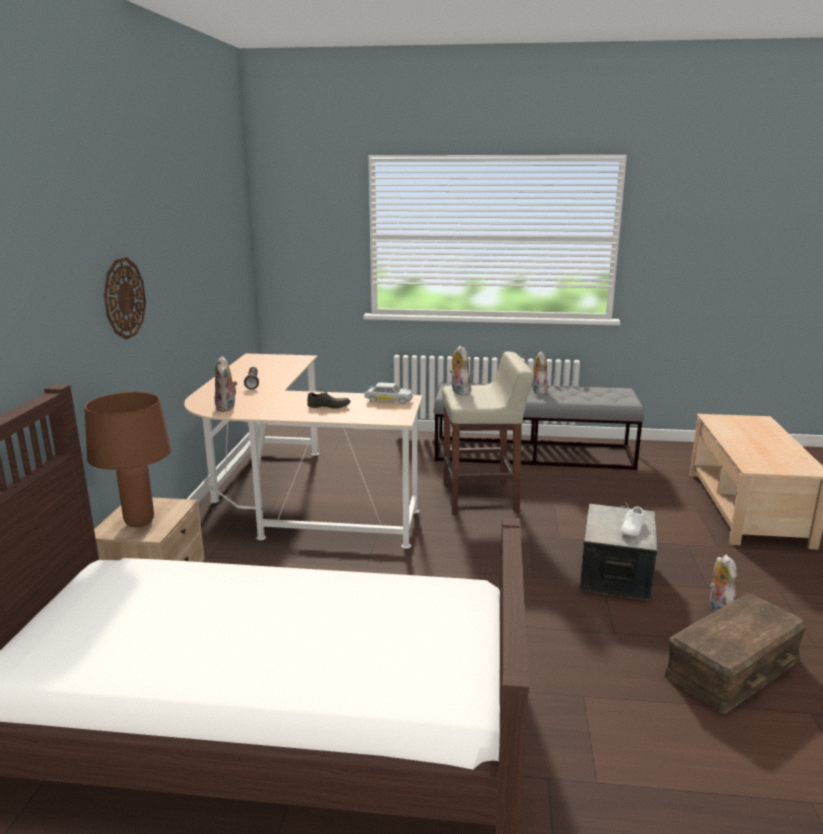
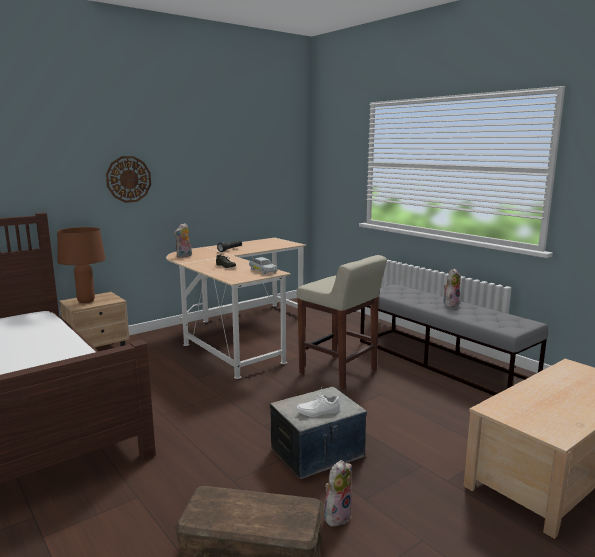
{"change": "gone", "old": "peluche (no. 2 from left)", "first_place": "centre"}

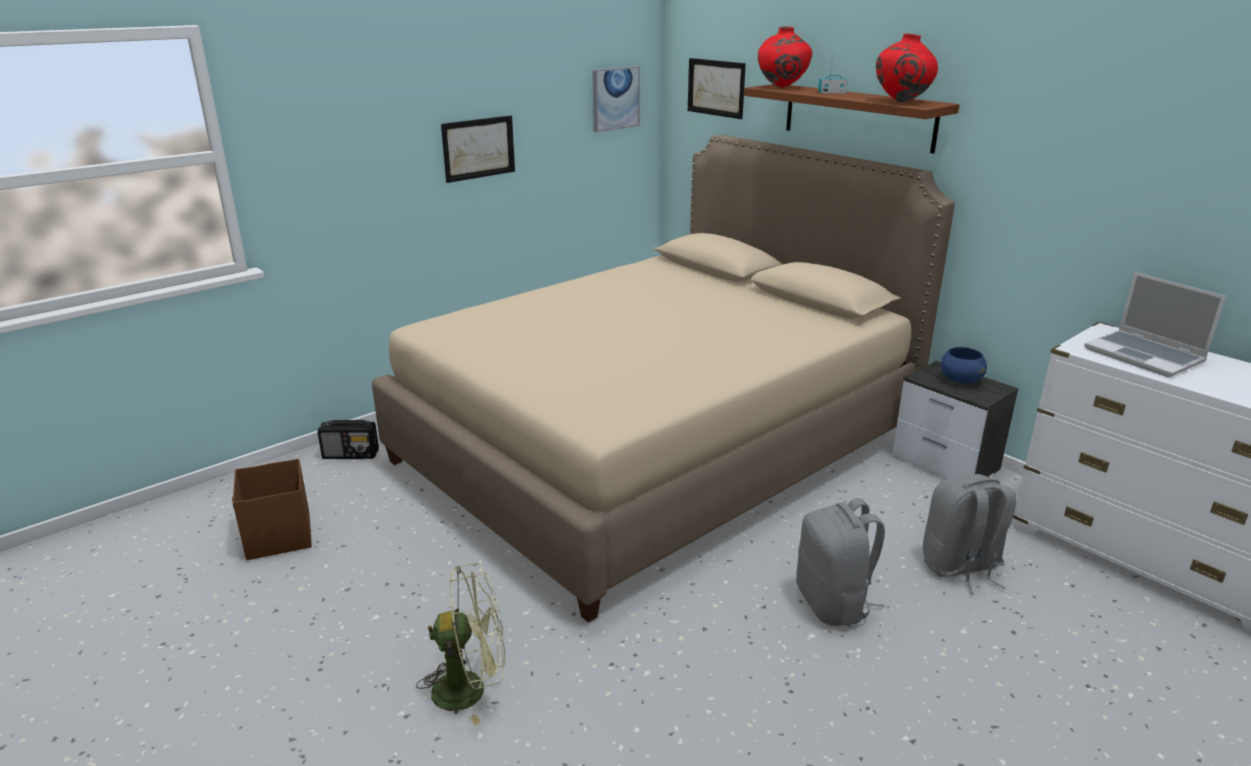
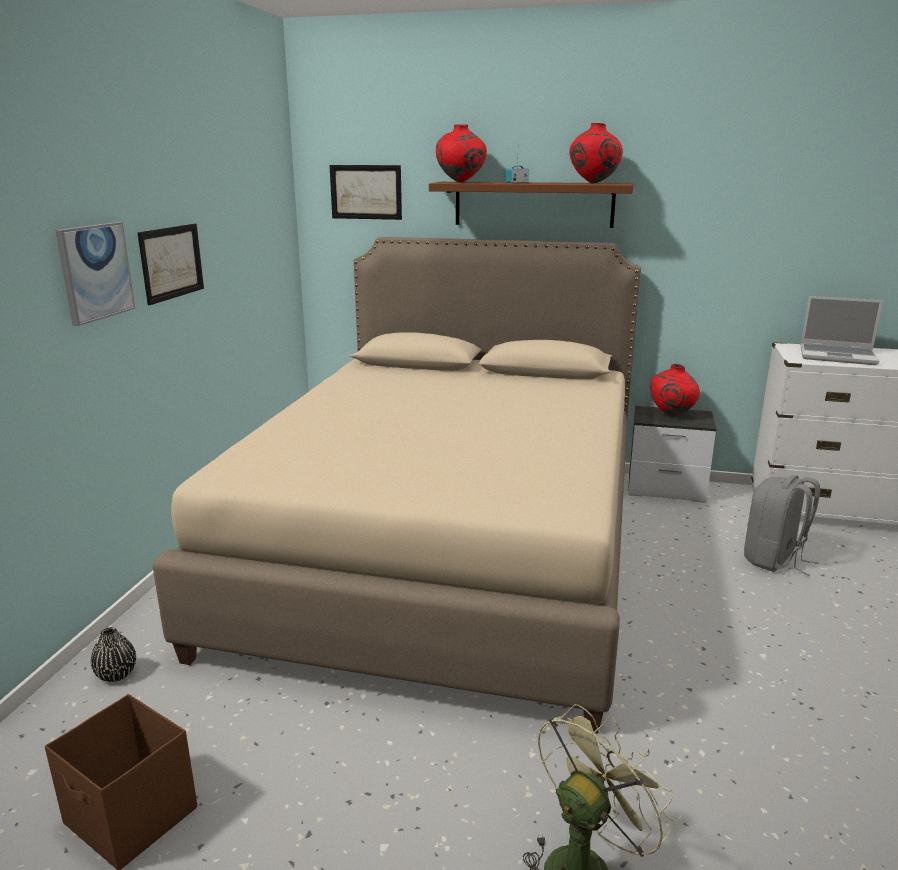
{"change": "shifted", "old": "tableau (no. 2 from left in the first image)", "new": "tableau (no. 1 from left)", "first_place": "top centre", "second_place": "top left"}
{"change": "swapped", "old": "bol (bleu)", "new": "vase (rouge) (no. 3 from left)", "first_place": "middle right", "second_place": "middle right"}
{"change": "swapped", "old": "radio (no. 1 from left)", "new": "vase (noir)", "first_place": "middle left", "second_place": "bottom left"}
{"change": "gone", "old": "sac à dos (gris) (no. 1 from left)", "first_place": "bottom right"}

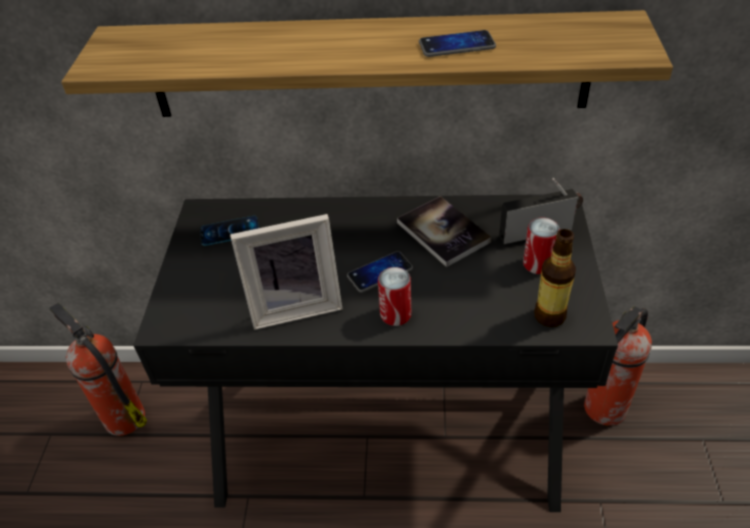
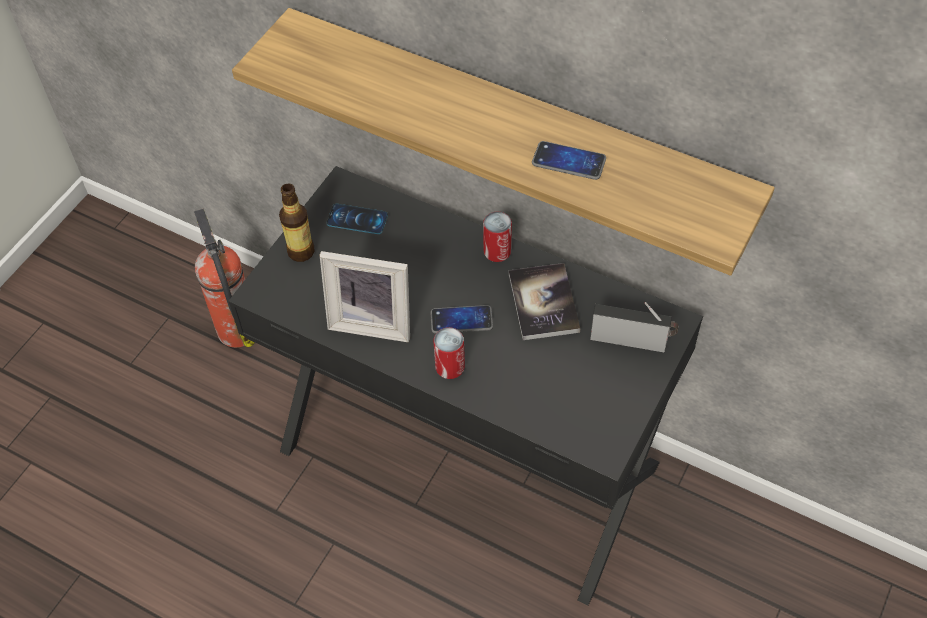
{"change": "shifted", "old": "boîte métallique (no. 2 from left)", "first_place": "middle right", "second_place": "centre"}
{"change": "shifted", "old": "bouteille", "first_place": "middle right", "second_place": "middle left"}
{"change": "gone", "old": "extincteur (no. 2 from left)", "first_place": "bottom right"}

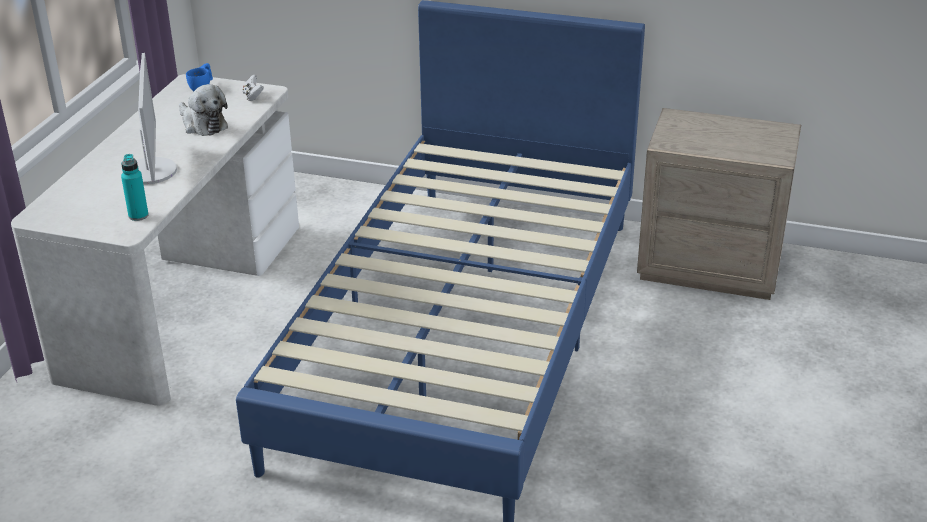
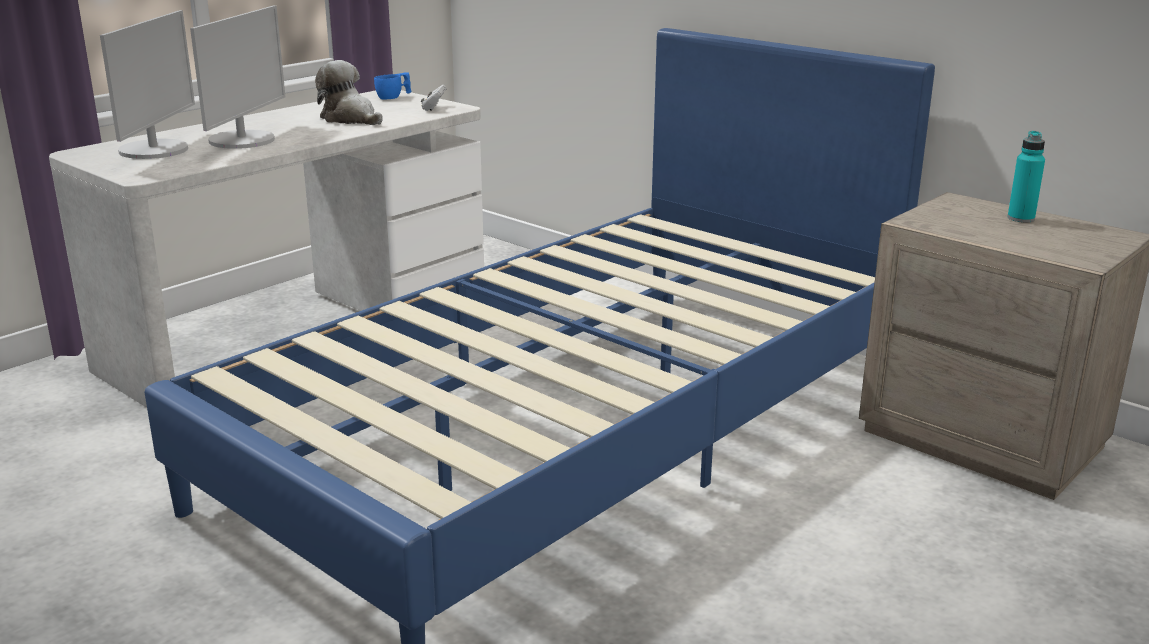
{"change": "rotated", "old": "peluche", "first_place": "top left", "second_place": "top left", "degrees": 150}
{"change": "shifted", "old": "bouteille (turquoise)", "first_place": "middle left", "second_place": "top right"}
{"change": "new", "new": "écran d'ordinateur (no. 1 from left)", "second_place": "top left"}

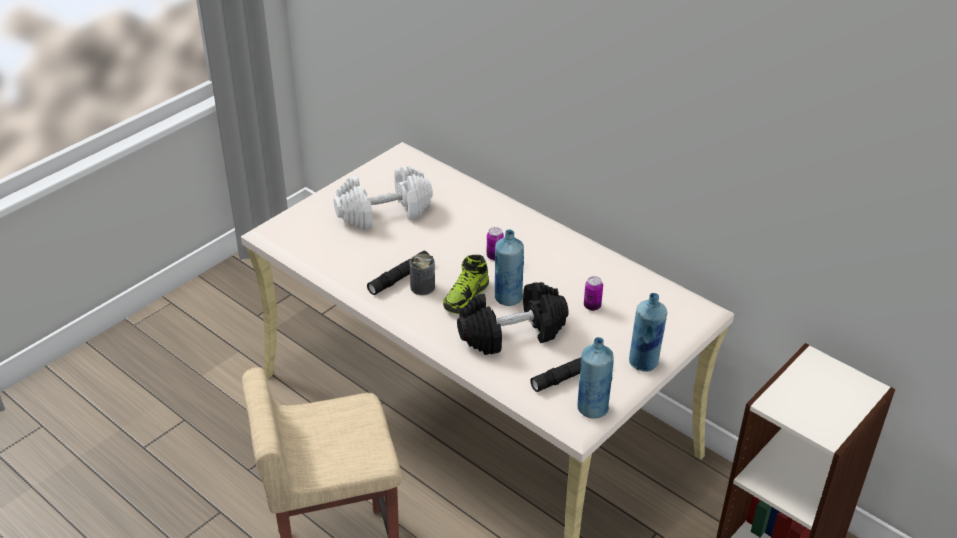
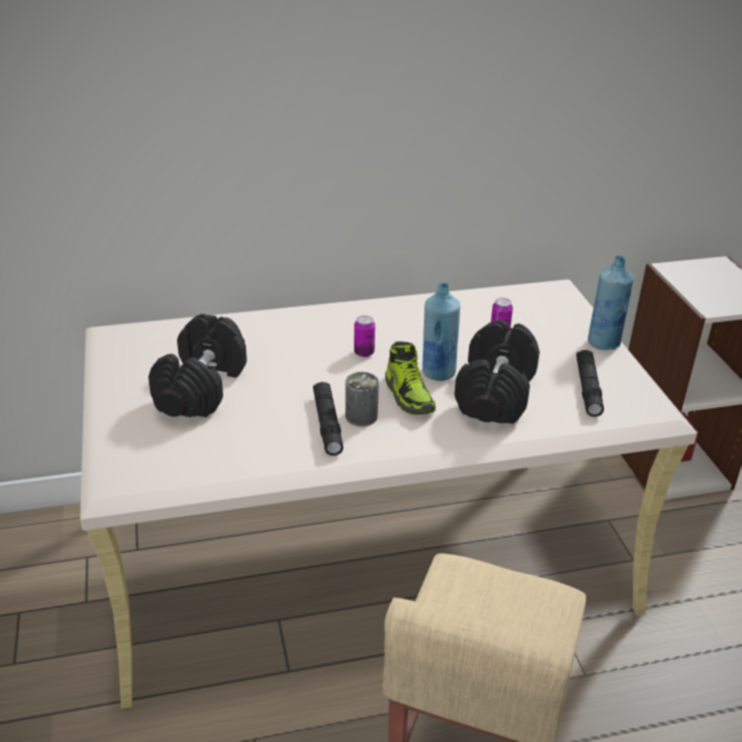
{"change": "repainted", "old": "haltère (blanc)", "new": "haltère (noir) (no. 1 from left)", "first_place": "centre", "second_place": "middle left"}
{"change": "gone", "old": "bouteille (bleu) (no. 2 from left)", "first_place": "bottom centre"}

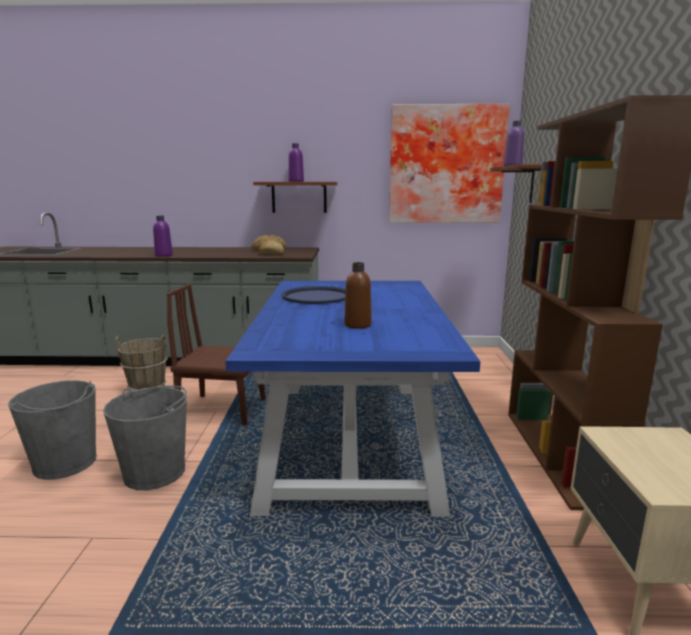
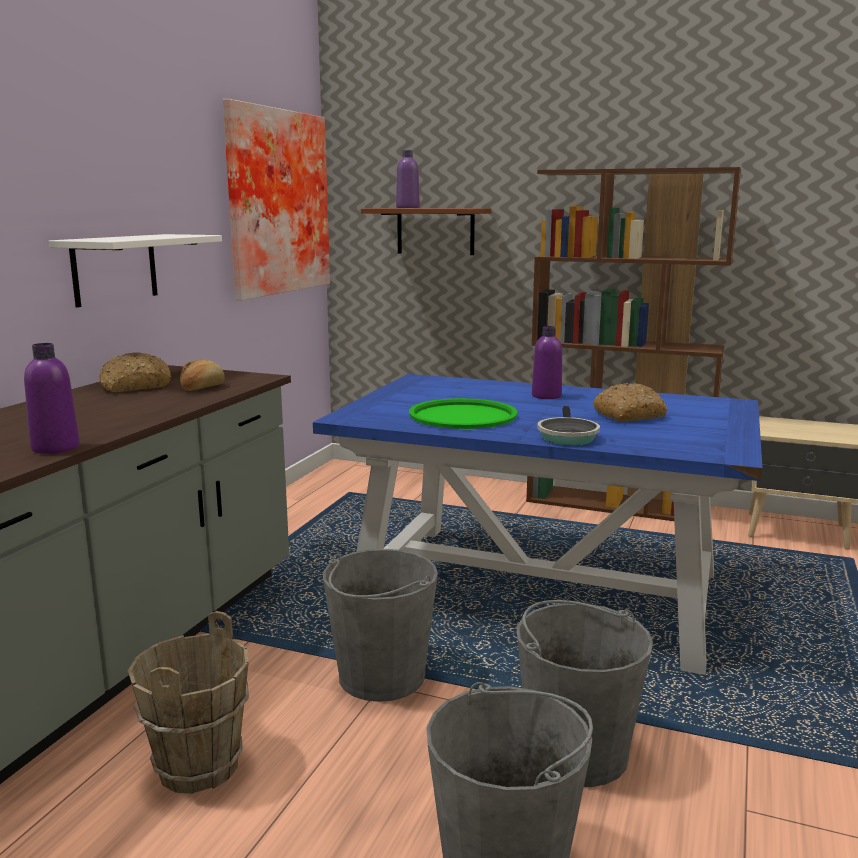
{"change": "shifted", "old": "bouteille (violet) (no. 2 from left in the first image)", "new": "bouteille (violet) (no. 3 from left)", "first_place": "top centre", "second_place": "centre"}
{"change": "repainted", "old": "étagère (marron) (no. 1 from left)", "new": "étagère (blanc)", "first_place": "top centre", "second_place": "top left"}
{"change": "swapped", "old": "bouteille (marron)", "new": "pain (no. 3 from left)", "first_place": "centre", "second_place": "middle right"}
{"change": "swapped", "old": "chaise (marron)", "new": "seau (gris) (no. 1 from left)", "first_place": "middle left", "second_place": "bottom centre"}
{"change": "repainted", "old": "plateau (bleu)", "new": "plateau (vert)", "first_place": "centre", "second_place": "centre"}
{"change": "new", "new": "poêle", "second_place": "centre"}

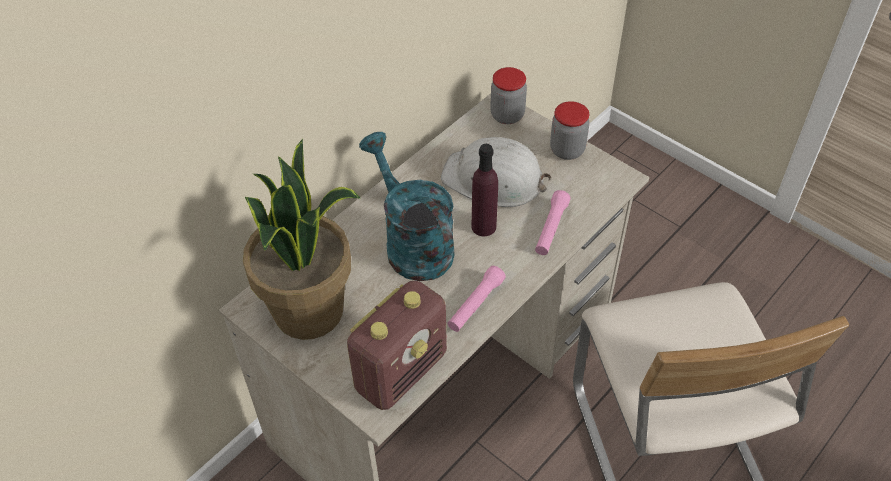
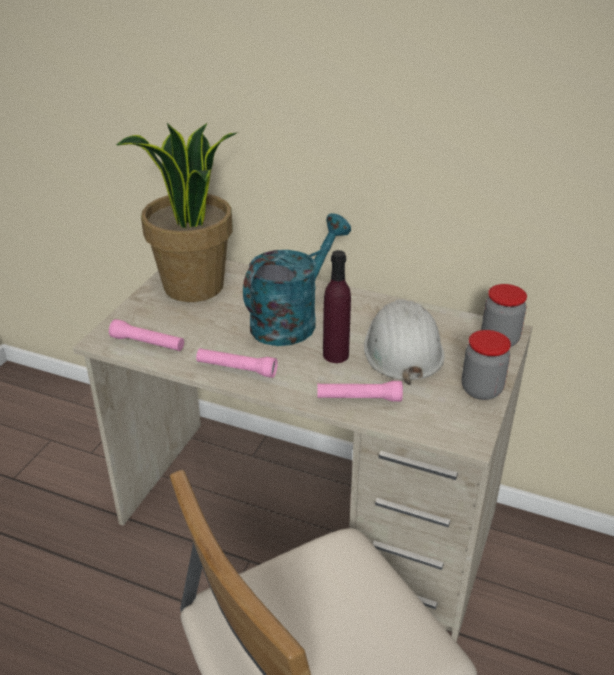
{"change": "swapped", "old": "radio", "new": "lampe de poche (rose) (no. 1 from left)", "first_place": "bottom centre", "second_place": "middle left"}

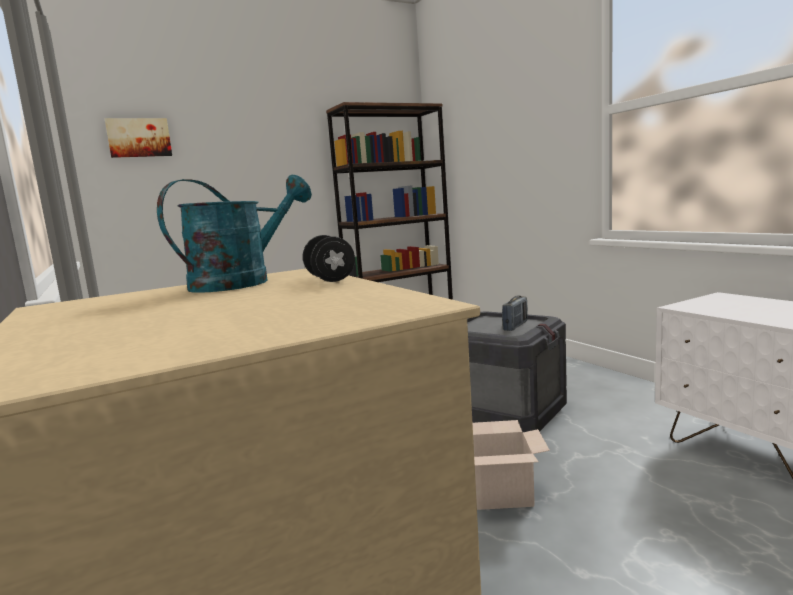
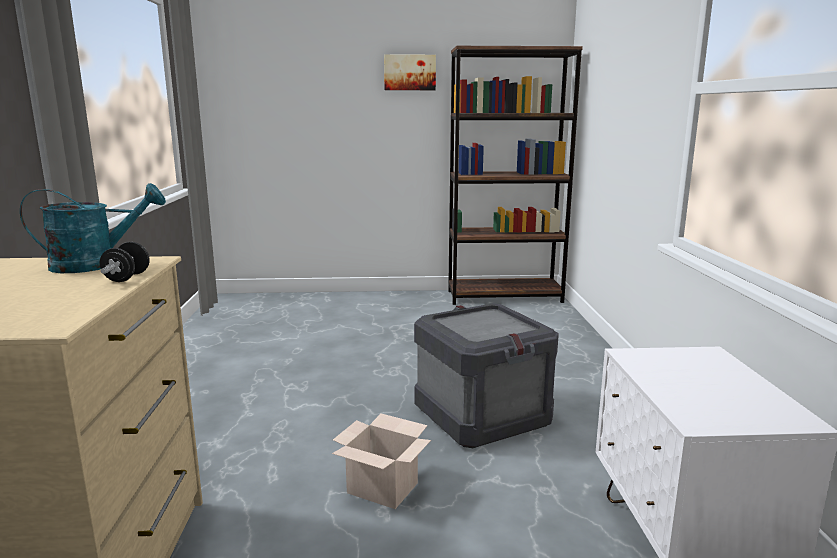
{"change": "shifted", "old": "tableau", "first_place": "top left", "second_place": "top centre"}
{"change": "gone", "old": "radio", "first_place": "centre"}

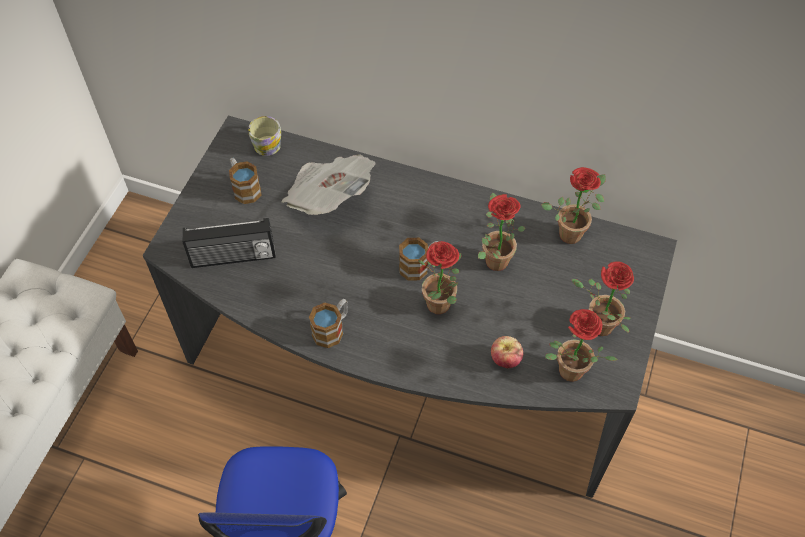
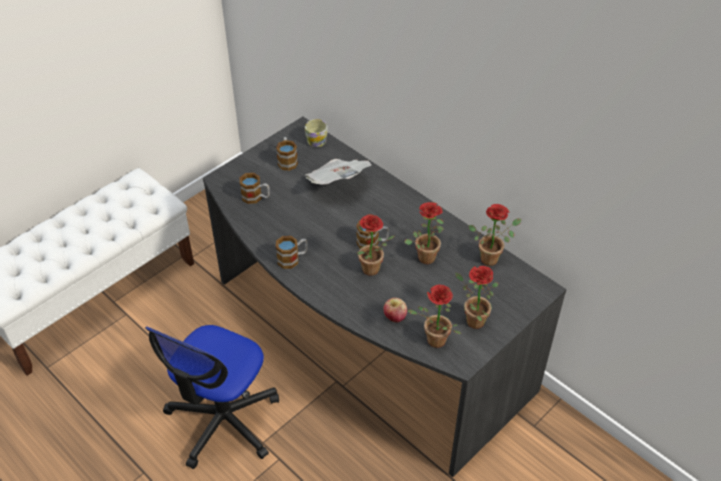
{"change": "swapped", "old": "radio", "new": "mug (no. 1 from left)", "first_place": "middle left", "second_place": "centre"}

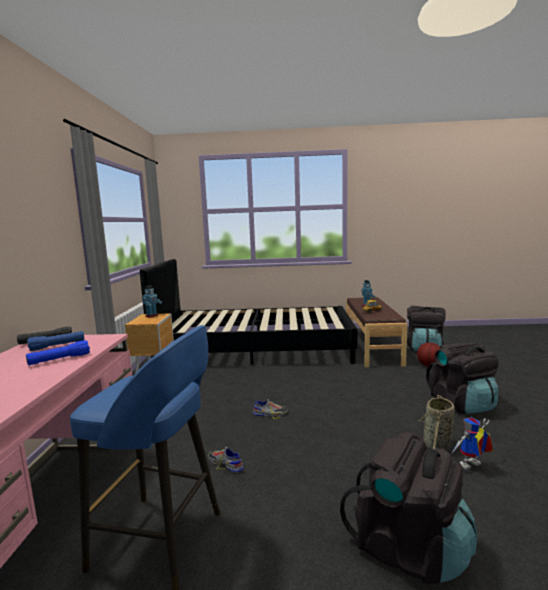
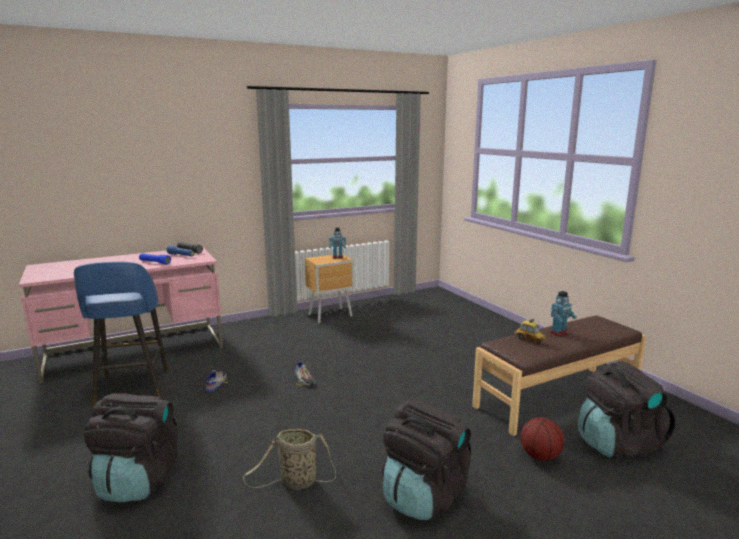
{"change": "gone", "old": "lit (noir)", "first_place": "centre"}
{"change": "gone", "old": "robot jouet (no. 3 from left)", "first_place": "bottom right"}

